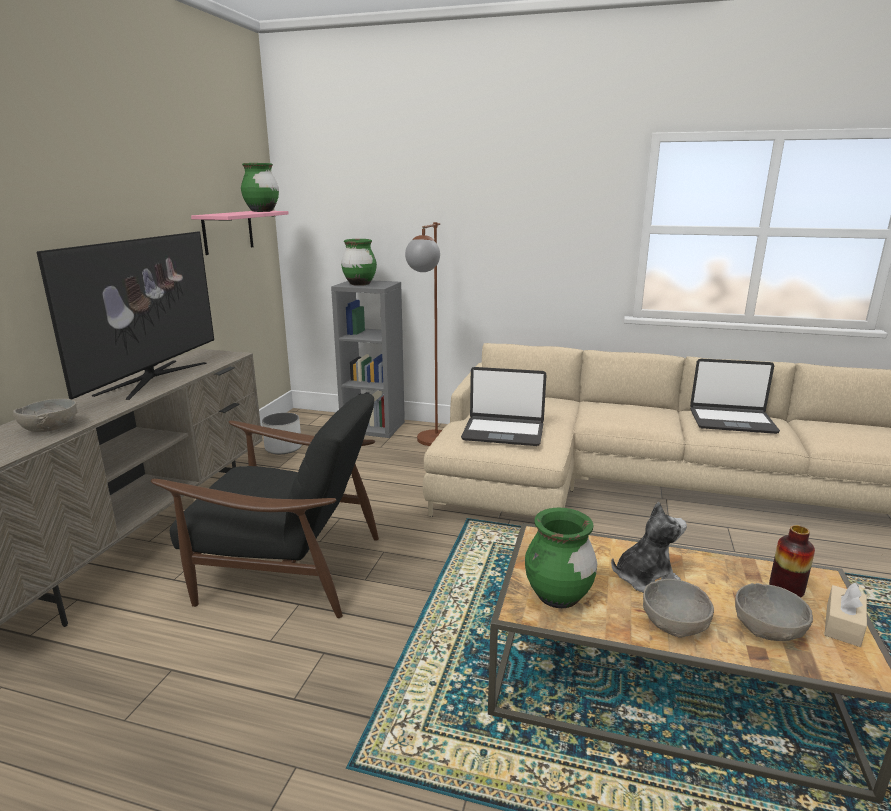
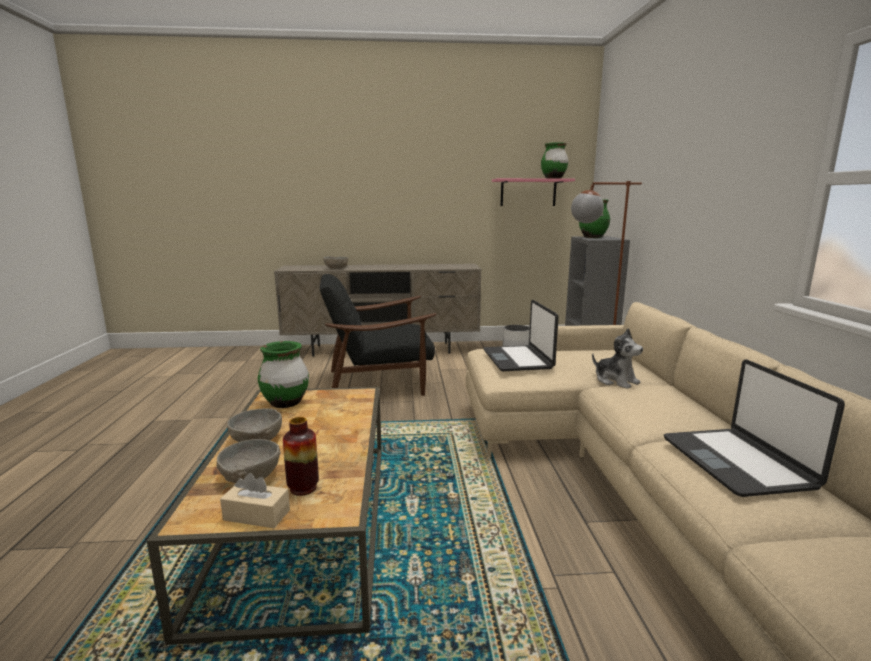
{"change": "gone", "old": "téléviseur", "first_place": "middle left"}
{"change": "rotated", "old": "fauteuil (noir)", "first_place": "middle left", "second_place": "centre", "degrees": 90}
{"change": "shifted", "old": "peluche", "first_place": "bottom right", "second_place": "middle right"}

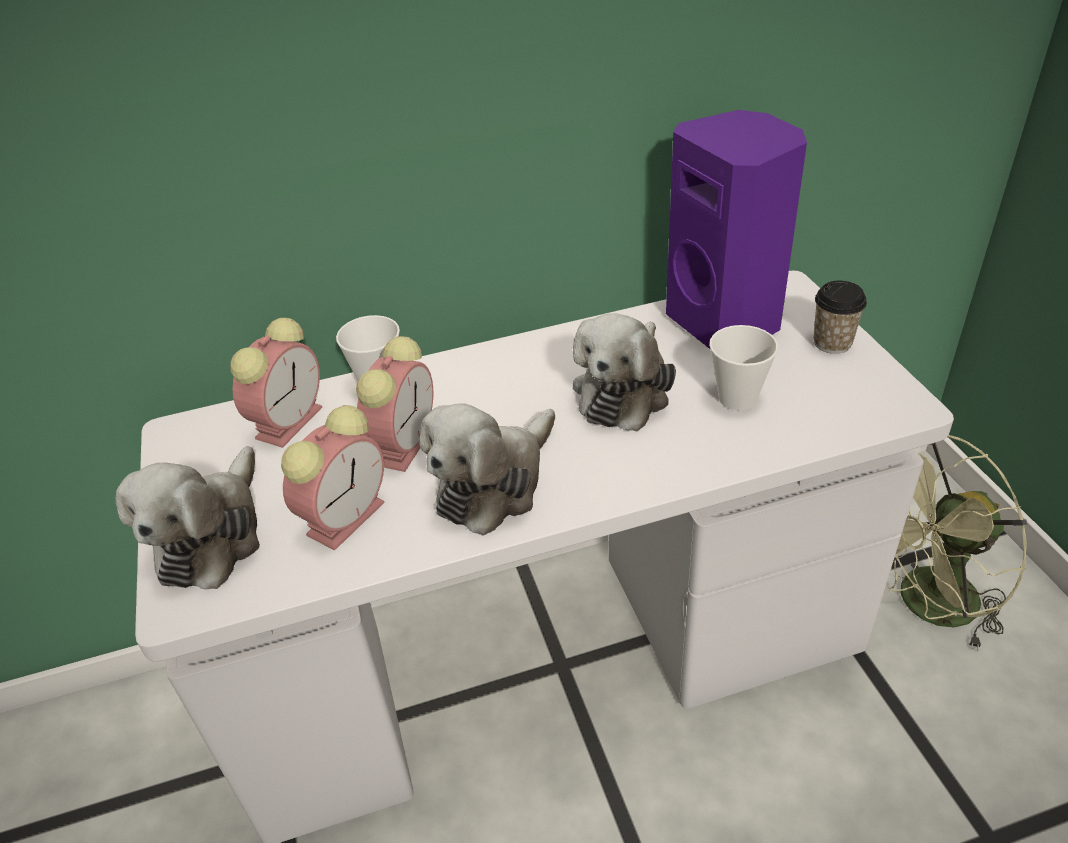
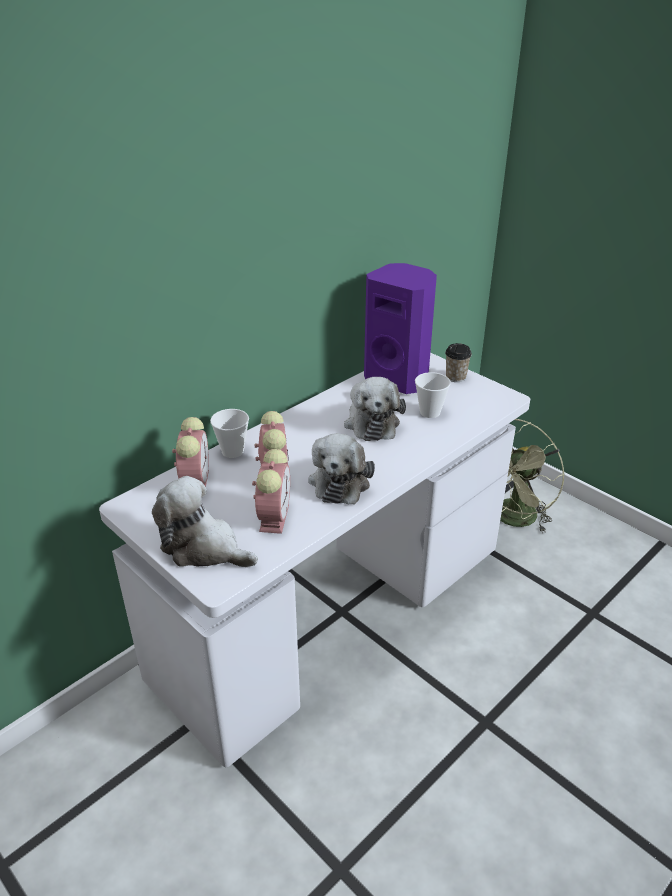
{"change": "rotated", "old": "peluche (no. 1 from left)", "first_place": "middle left", "second_place": "middle left", "degrees": 135}

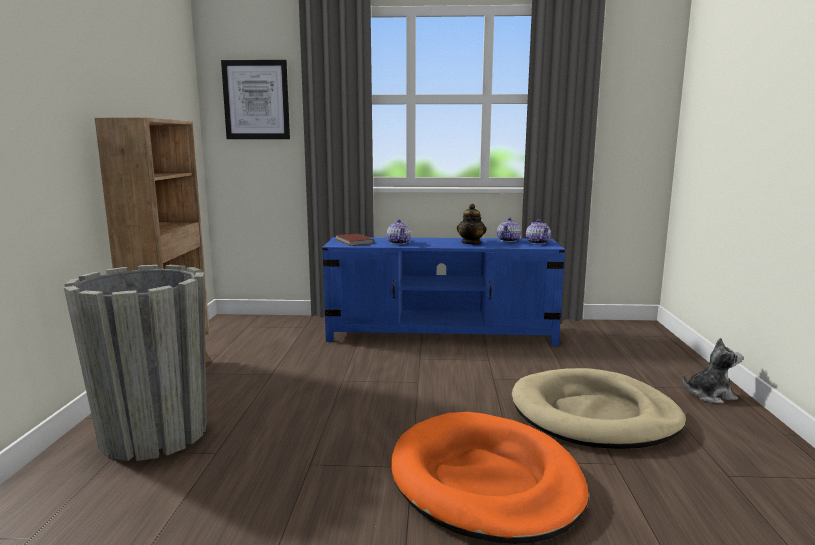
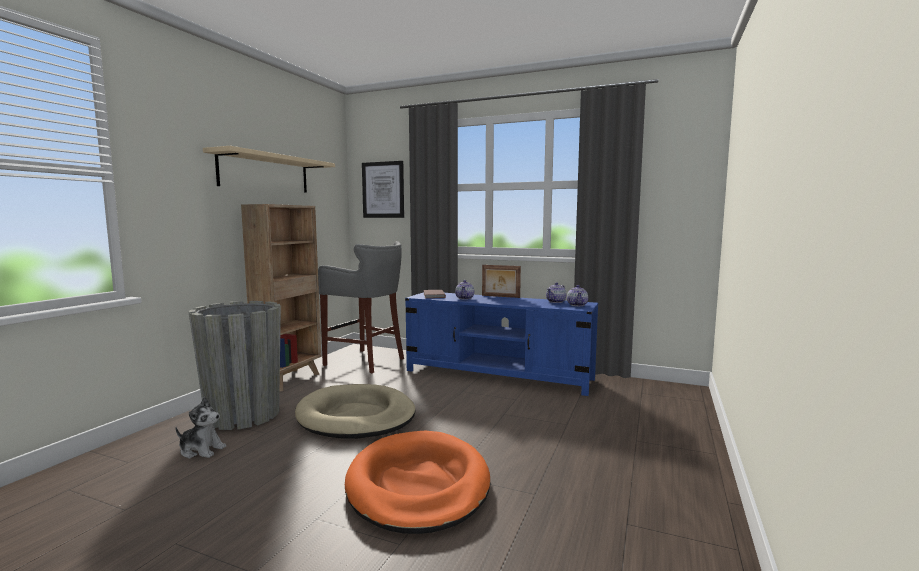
{"change": "gone", "old": "théière (no. 2 from left)", "first_place": "centre"}
{"change": "shifted", "old": "peluche", "first_place": "bottom right", "second_place": "bottom left"}
{"change": "shifted", "old": "panier pour chien (beige)", "first_place": "bottom right", "second_place": "bottom centre"}
{"change": "new", "new": "étagère (beige)", "second_place": "top left"}
{"change": "new", "new": "tabouret (gris)", "second_place": "centre"}
{"change": "new", "new": "cadre photo", "second_place": "centre"}

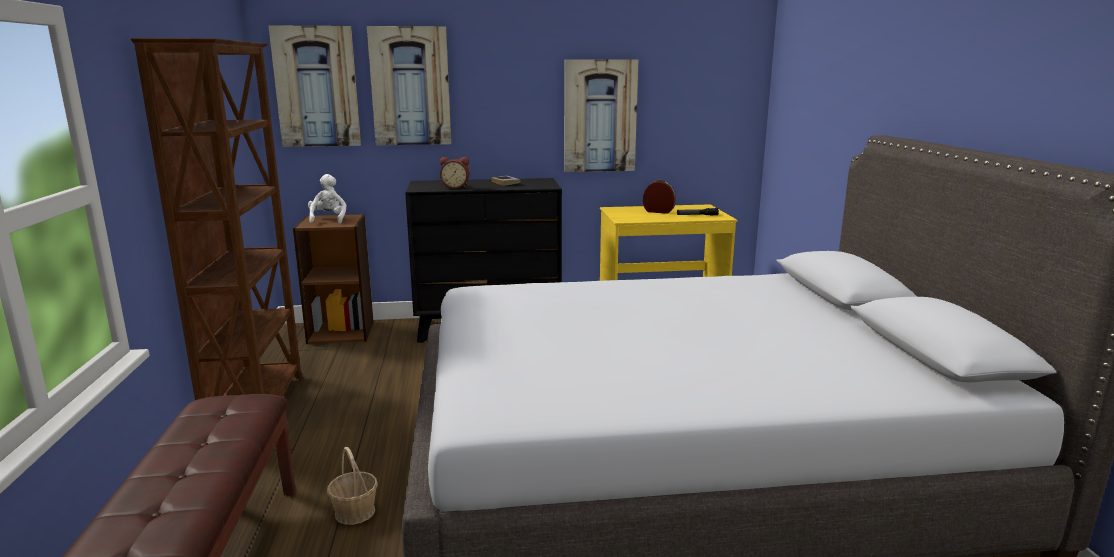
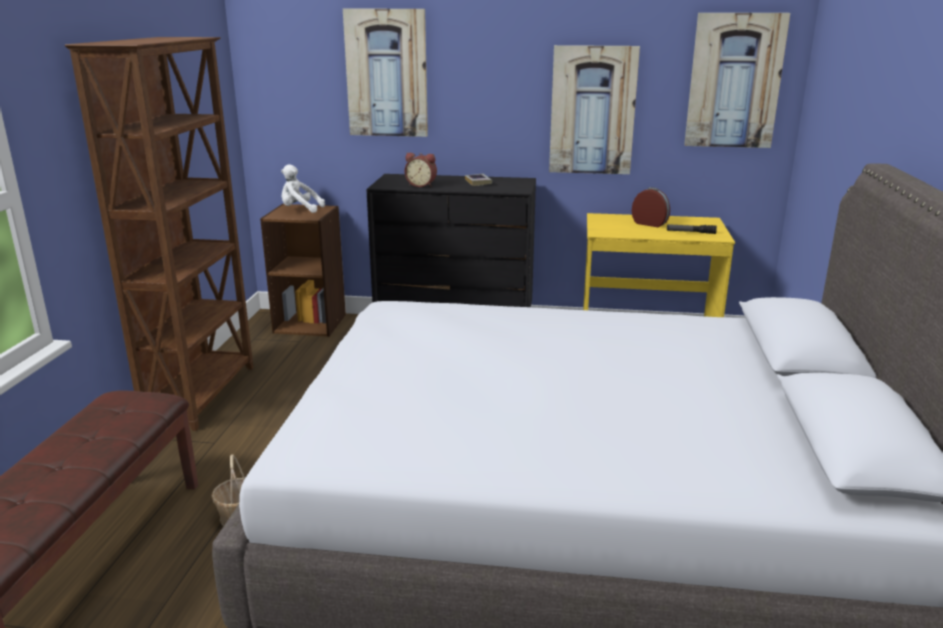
{"change": "shifted", "old": "tableau (no. 1 from left in the first image)", "new": "tableau (no. 3 from left)", "first_place": "top left", "second_place": "top right"}
{"change": "rotated", "old": "peluche (blanc)", "first_place": "middle left", "second_place": "top left", "degrees": -90}

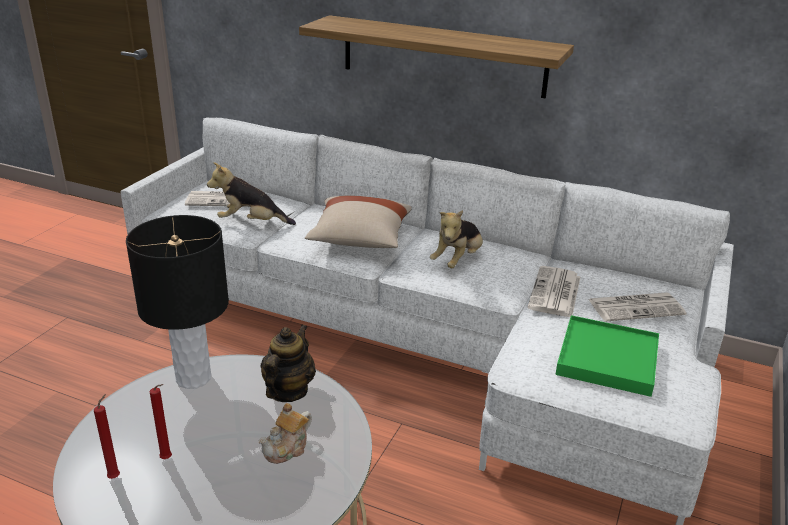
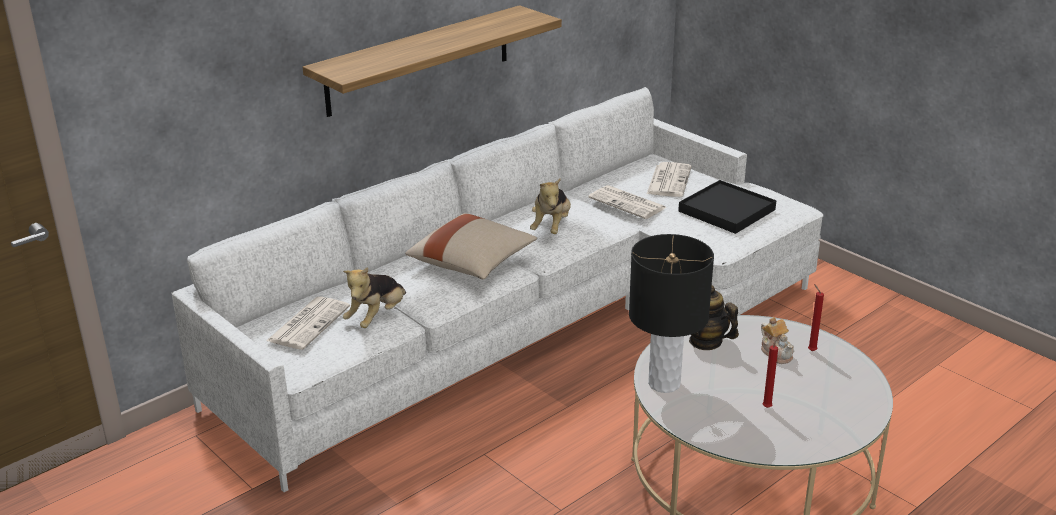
{"change": "rotated", "old": "peluche (no. 2 from left)", "first_place": "centre", "second_place": "centre", "degrees": 45}
{"change": "repainted", "old": "plateau (vert)", "new": "plateau (noir)", "first_place": "bottom right", "second_place": "middle right"}
{"change": "shifted", "old": "bougie (rouge) (no. 1 from left in the first image)", "new": "bougie (rouge) (no. 2 from left)", "first_place": "bottom left", "second_place": "middle right"}

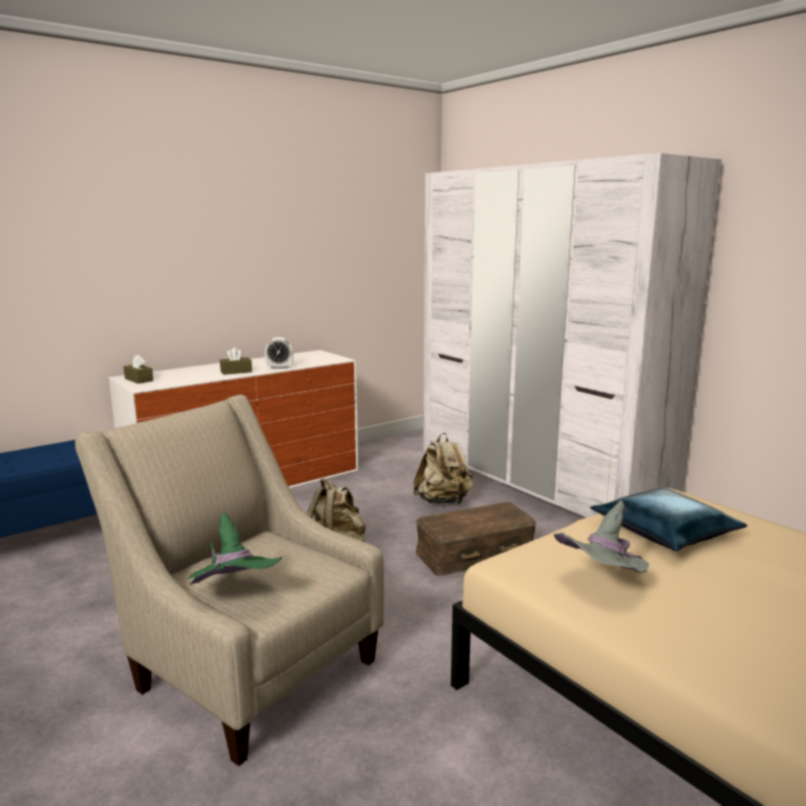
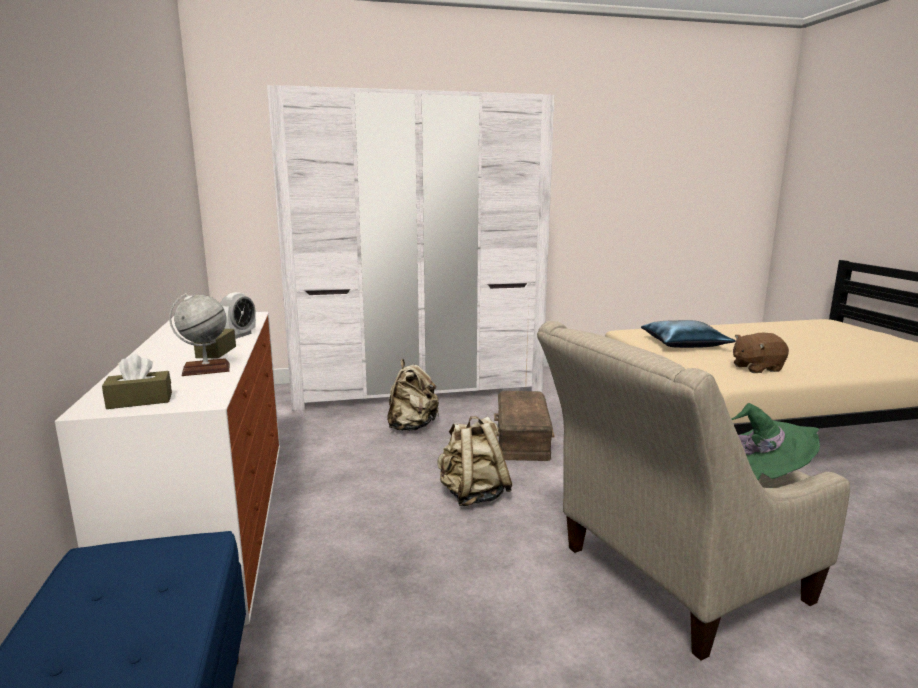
{"change": "swapped", "old": "chapeau (gris)", "new": "peluche (marron)", "first_place": "middle right", "second_place": "middle right"}
{"change": "new", "new": "globe", "second_place": "middle left"}

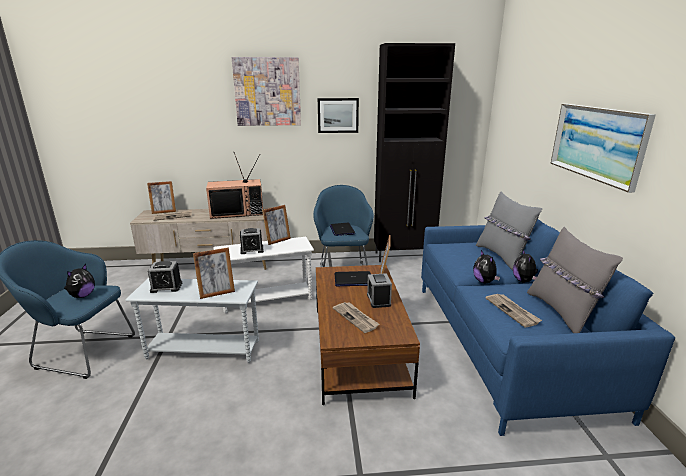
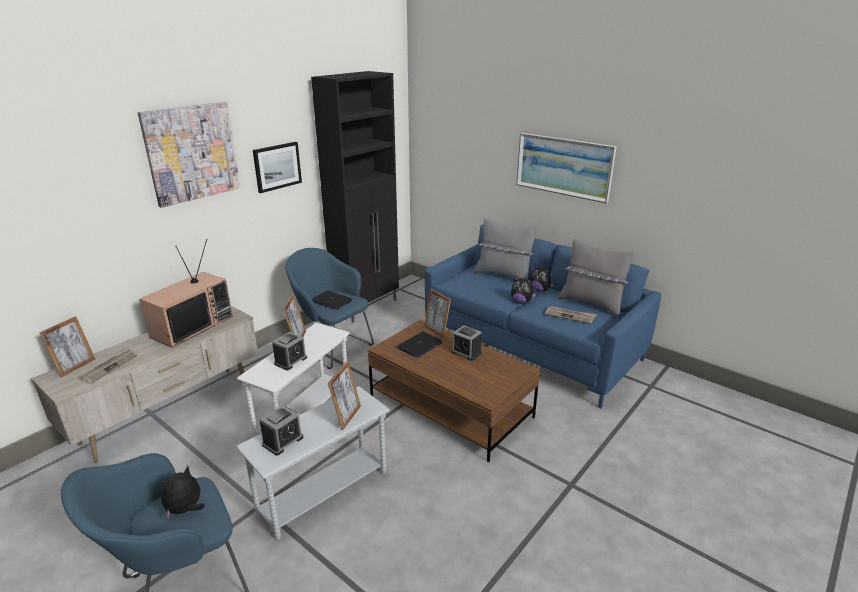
{"change": "rotated", "old": "peluche (no. 1 from left)", "first_place": "middle left", "second_place": "bottom left", "degrees": -120}
{"change": "gone", "old": "journal (no. 2 from left)", "first_place": "centre"}

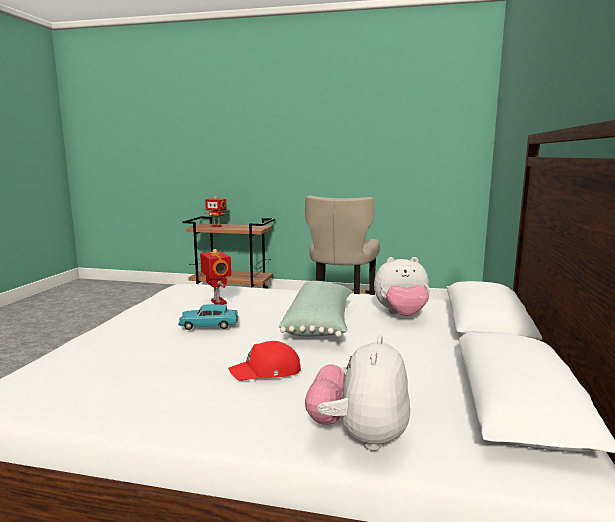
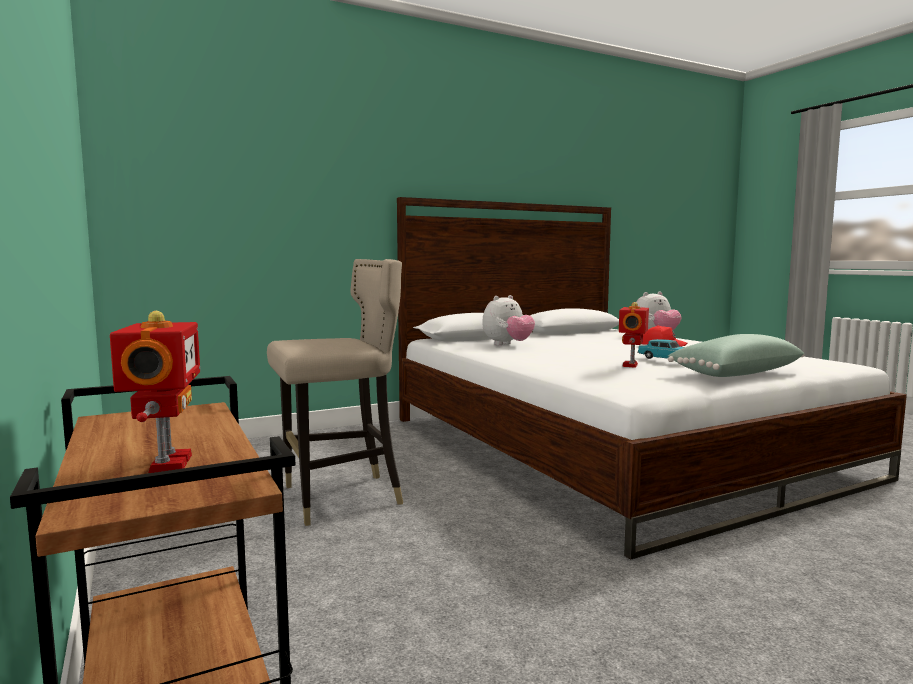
{"change": "rotated", "old": "peluche (no. 2 from left in the first image)", "first_place": "centre", "second_place": "centre", "degrees": 90}
{"change": "shifted", "old": "coussin (vert)", "first_place": "centre", "second_place": "middle right"}

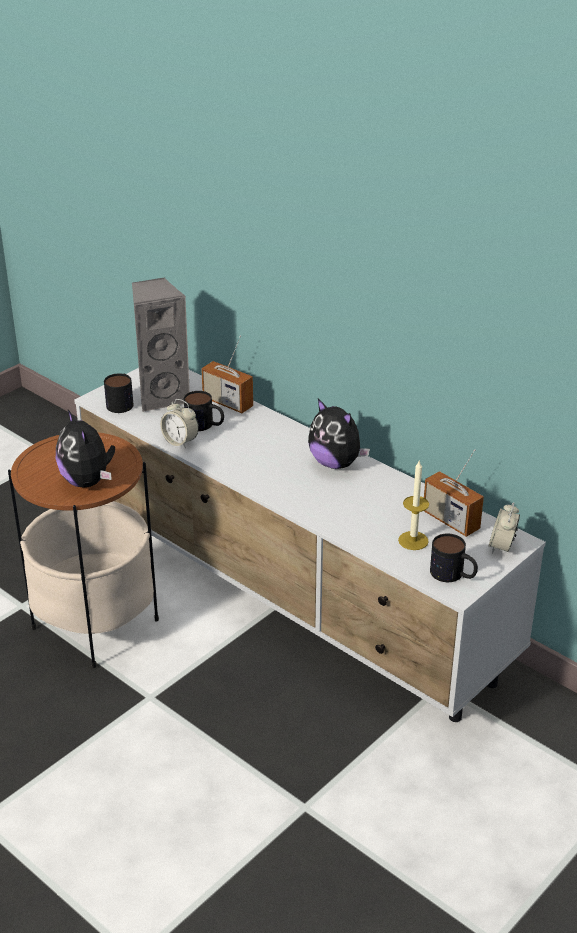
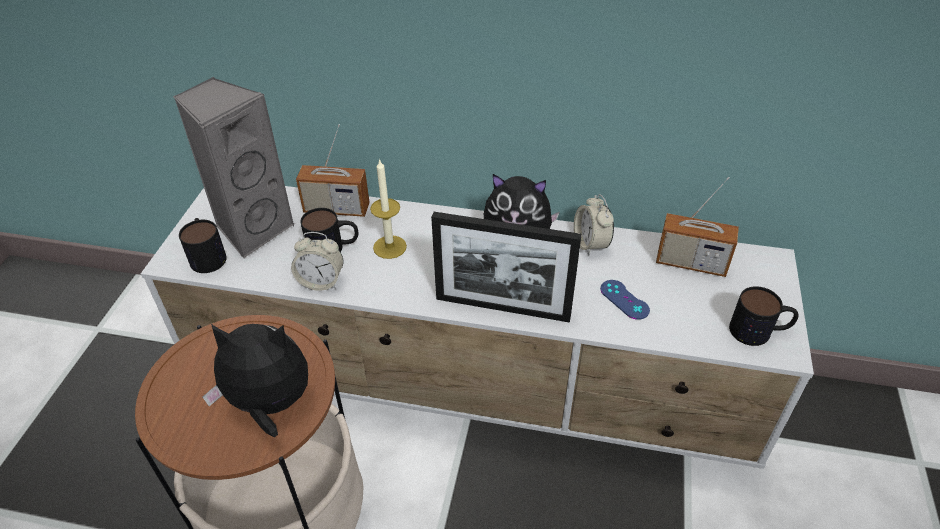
{"change": "rotated", "old": "peluche (no. 1 from left)", "first_place": "middle left", "second_place": "bottom left", "degrees": 150}
{"change": "shifted", "old": "bougie", "first_place": "middle right", "second_place": "centre"}
{"change": "shifted", "old": "réveil (no. 2 from left)", "first_place": "middle right", "second_place": "centre"}
{"change": "new", "new": "cadre photo", "second_place": "centre"}
{"change": "new", "new": "manette (bleu)", "second_place": "centre"}

